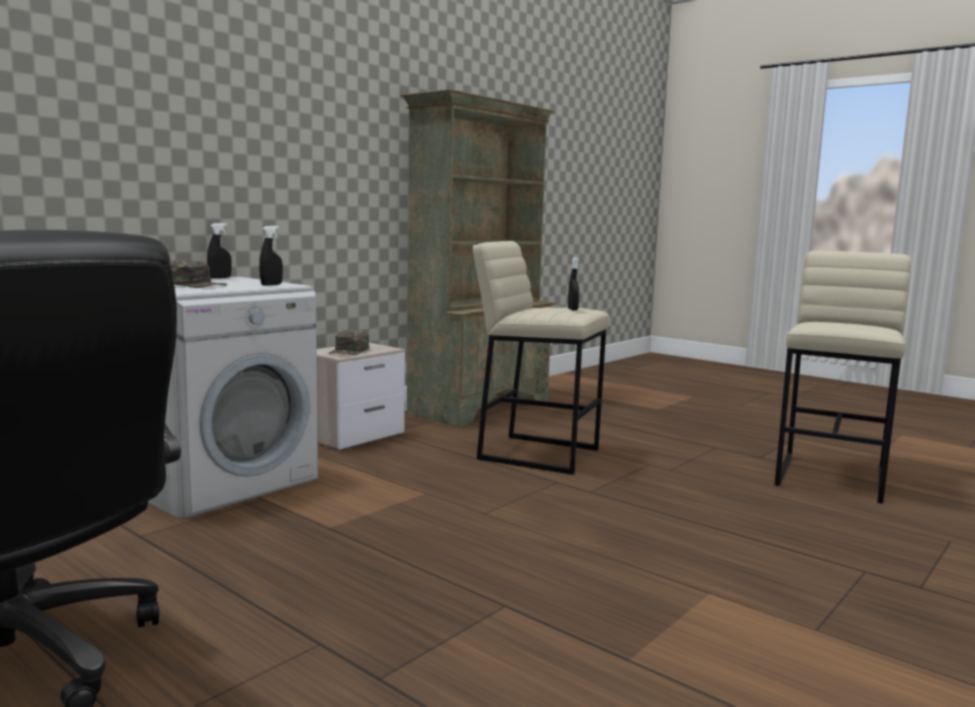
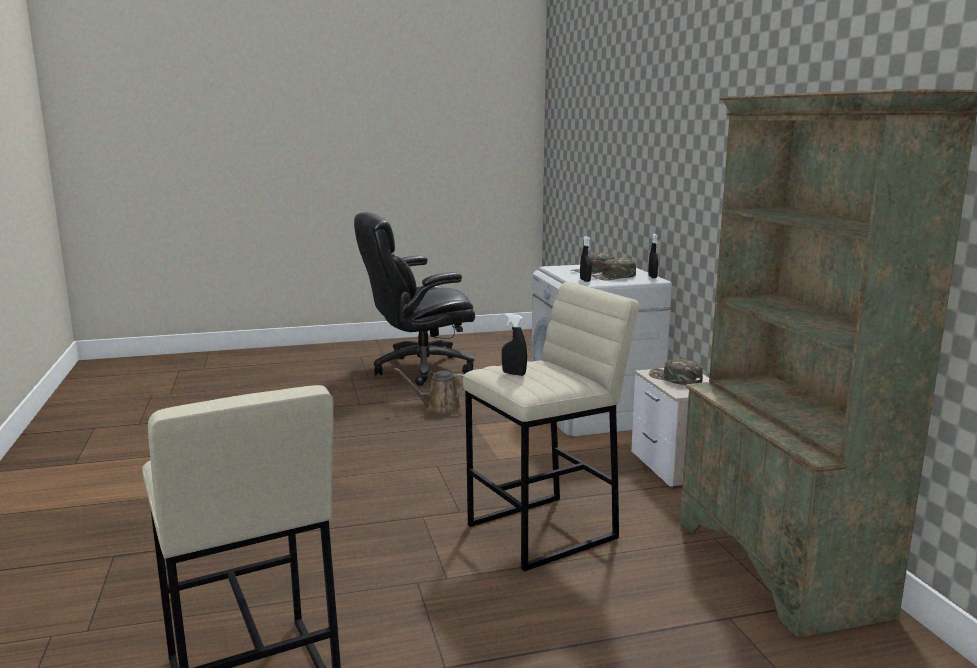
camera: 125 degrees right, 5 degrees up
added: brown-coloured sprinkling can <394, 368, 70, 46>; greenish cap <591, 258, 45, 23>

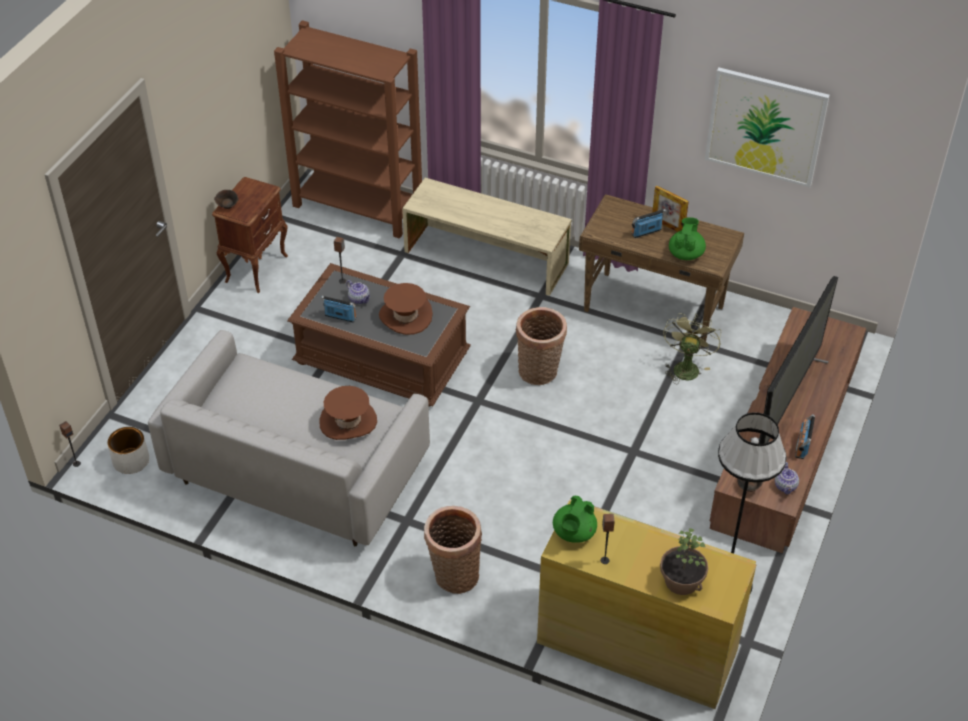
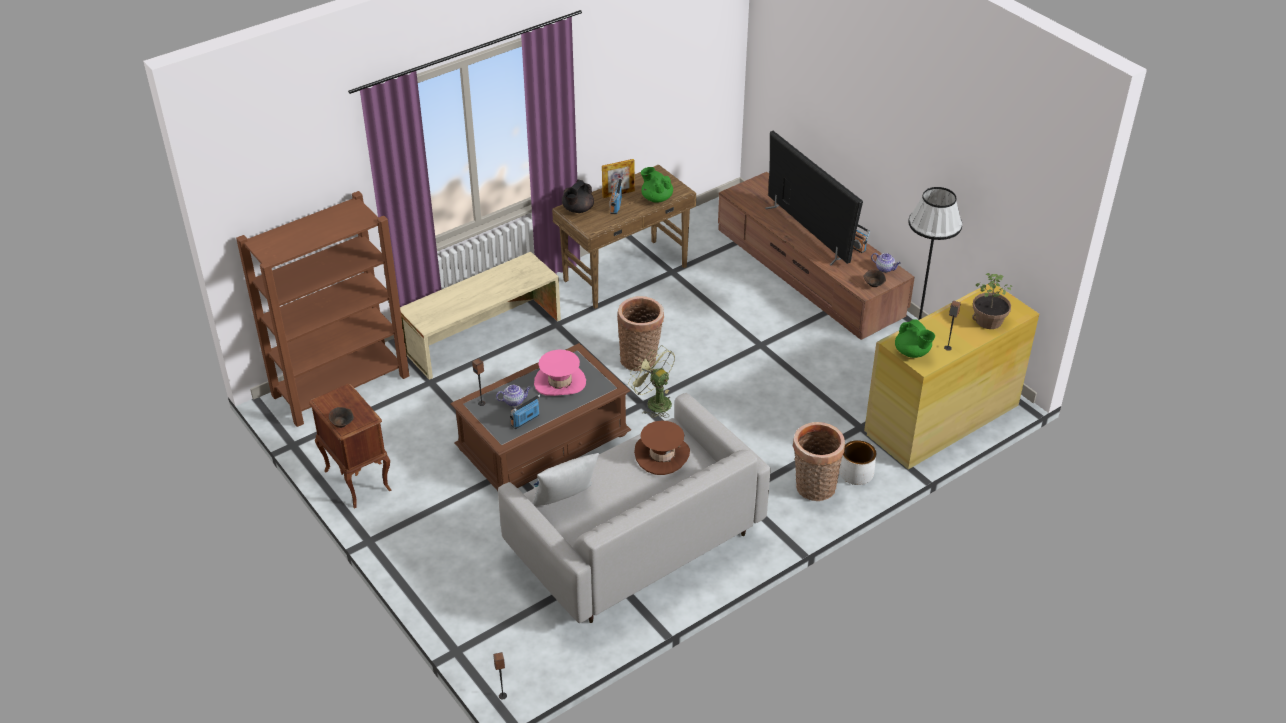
camera: 60 degrees left, 5 degrees down
removed: wall art <705, 67, 125, 121>
added: gray cushion <533, 453, 66, 53>; blackish tea pot <562, 180, 32, 33>
moved: white planter <107, 427, 42, 47> to <839, 440, 38, 45>; greenish fan <663, 313, 58, 71> to <628, 345, 47, 73>
recoloured: brown-coloured clothing hat <379, 283, 54, 52> to pink-coloured clothing hat <534, 350, 52, 46>

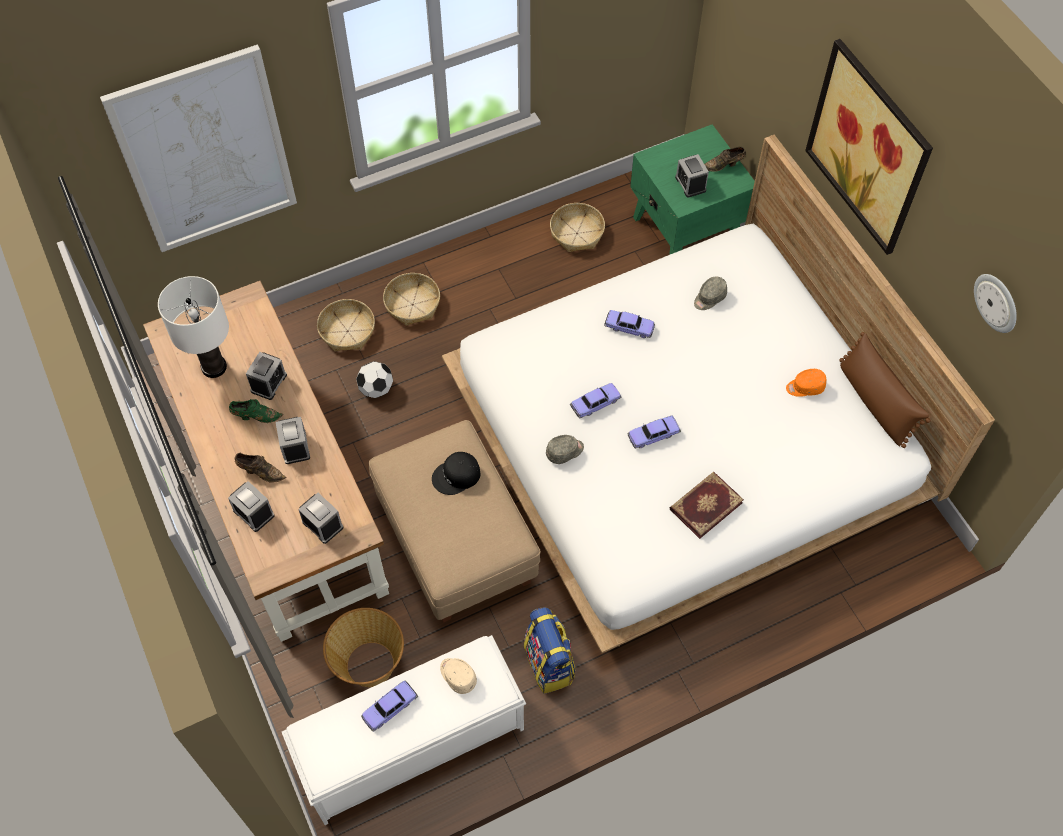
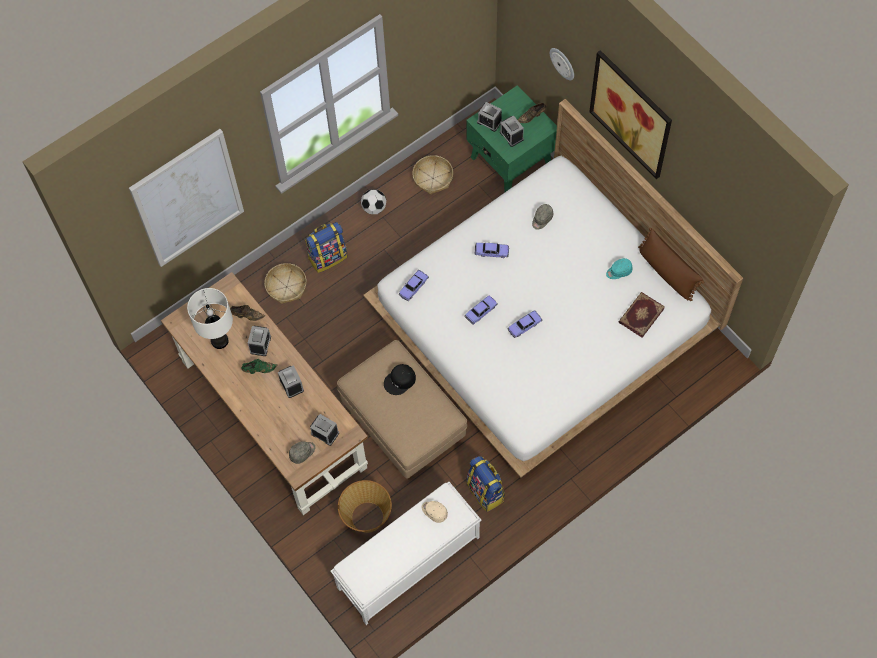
camera: 10 degrees left, 5 degrees up
moved: bedside clock <228, 481, 47, 51> to <477, 102, 25, 30>; brown-coloured item of footwear <234, 453, 53, 29> to <230, 305, 35, 16>; football <356, 361, 37, 37> to <361, 189, 25, 25>; toy car <361, 681, 57, 51> to <398, 270, 31, 31>; gray cap <546, 435, 38, 29> to <289, 441, 26, 23>; book <670, 472, 74, 67> to <618, 292, 47, 46>; clock on the wall <974, 274, 43, 59> to <550, 48, 24, 32>
replaced: household basket <383, 273, 57, 53> to rucksack <305, 222, 43, 51>
recoloured: orange-coloured cap <786, 369, 40, 28> to turquoise-coloured cap <606, 258, 26, 21>

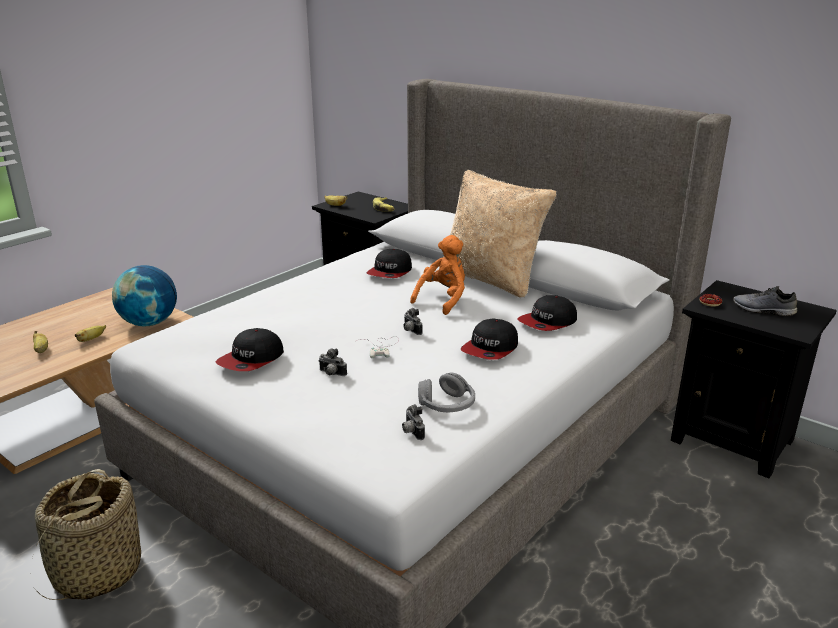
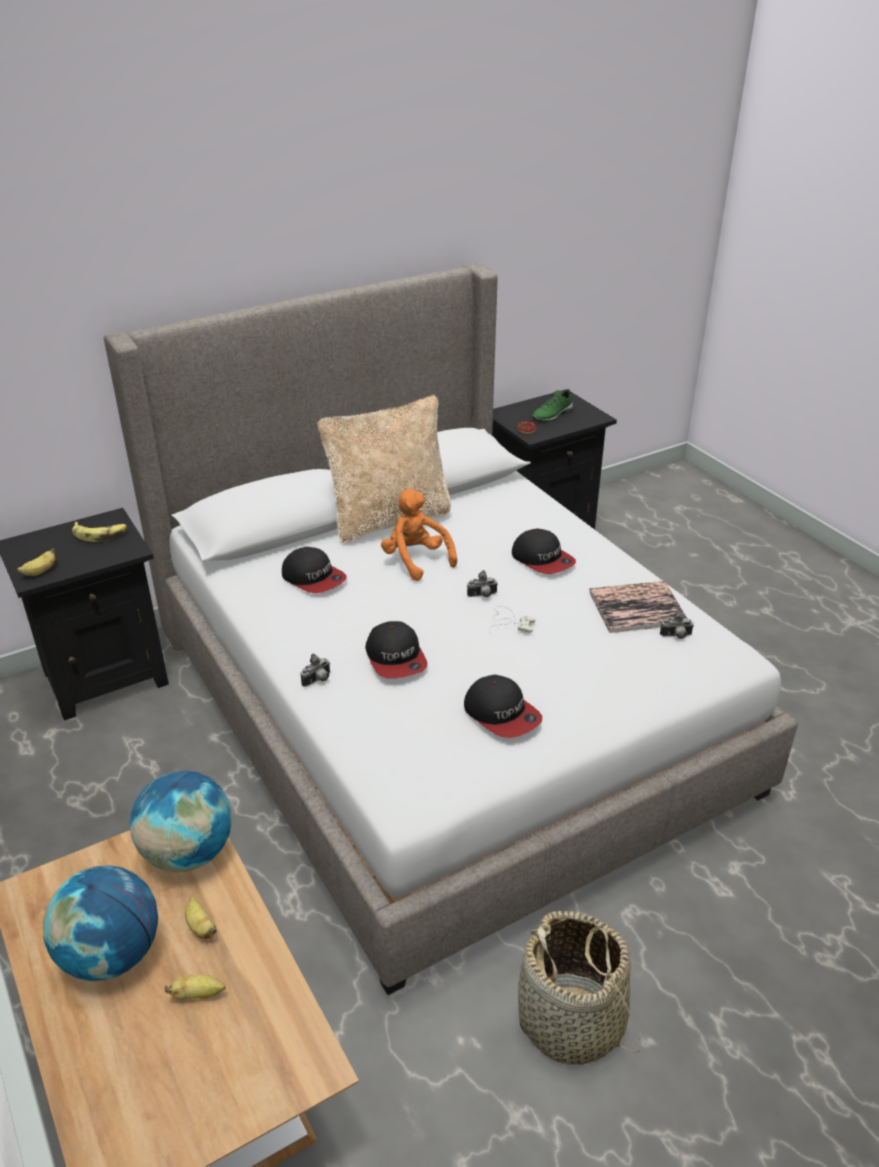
camera: 70 degrees left, 10 degrees up
added: world globe <43, 865, 115, 116>
moved: still camera <318, 348, 29, 28> to <301, 653, 29, 34>; cap <517, 295, 60, 36> to <365, 621, 62, 57>
replaced: gray headset <418, 373, 57, 39> to book <589, 581, 98, 52>
recoloured: gray item of footwear <733, 286, 64, 30> to greenish item of footwear <532, 389, 41, 32>

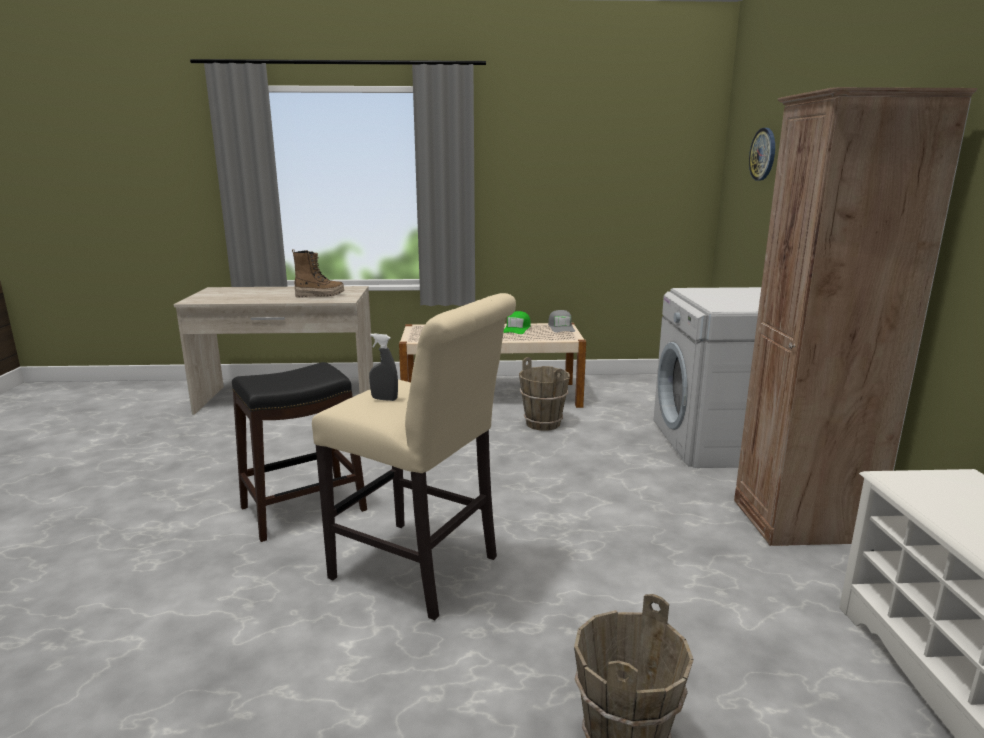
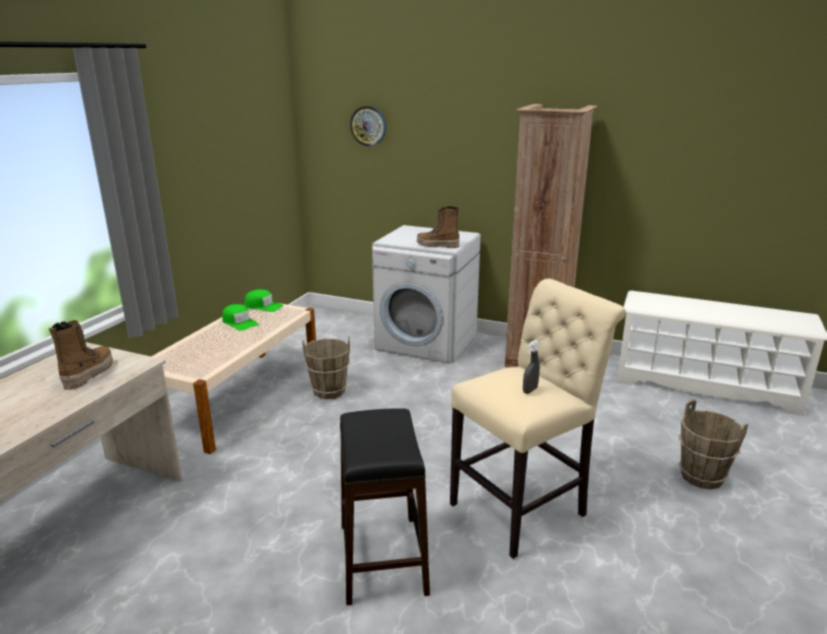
camera: 65 degrees left, 5 degrees up
added: boot <417, 205, 43, 43>
recoloured: gray cap <548, 310, 27, 23> to greenish cap <244, 289, 40, 23>

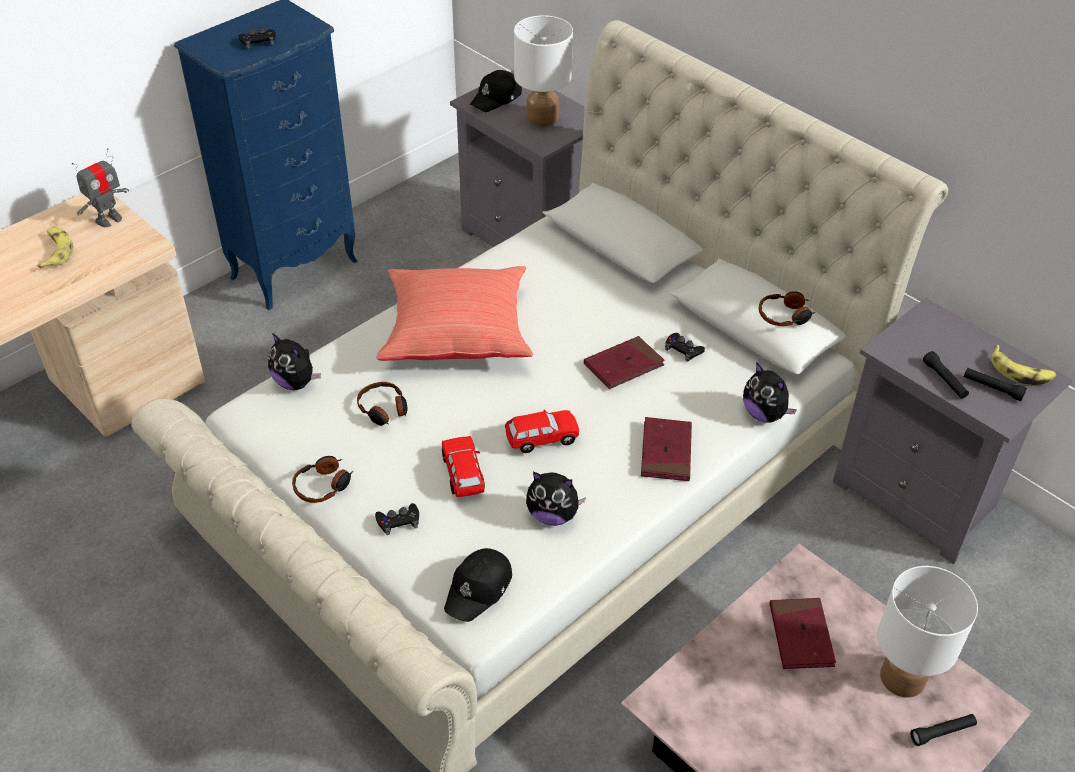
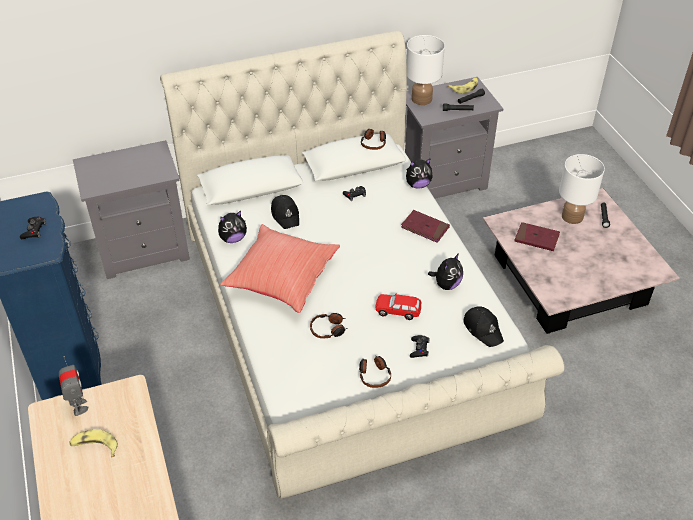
camera: 65 degrees left, 0 degrees up
removed: red-coloured toy car <505, 410, 74, 43>; red-coloured book <584, 336, 81, 53>
moved: cuddly toy <268, 333, 53, 57> to <218, 211, 29, 32>; blackish cap <470, 70, 52, 42> to <271, 195, 28, 34>; white lamp for a table <514, 15, 59, 112> to <406, 35, 39, 70>

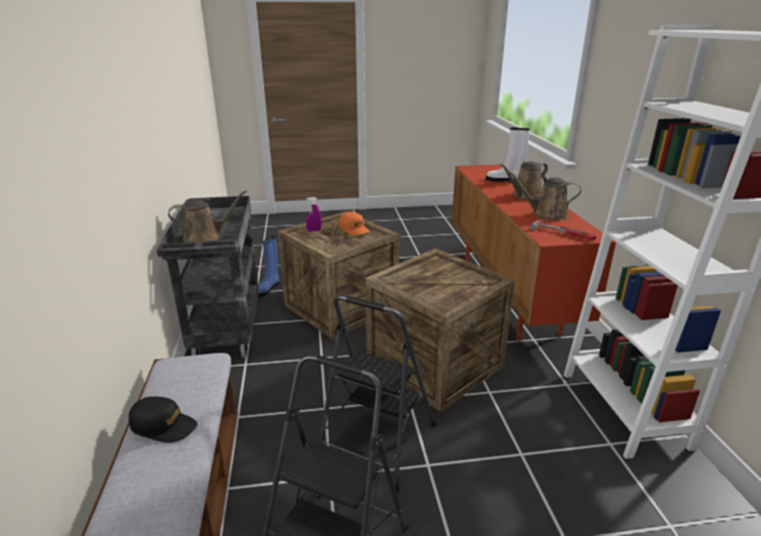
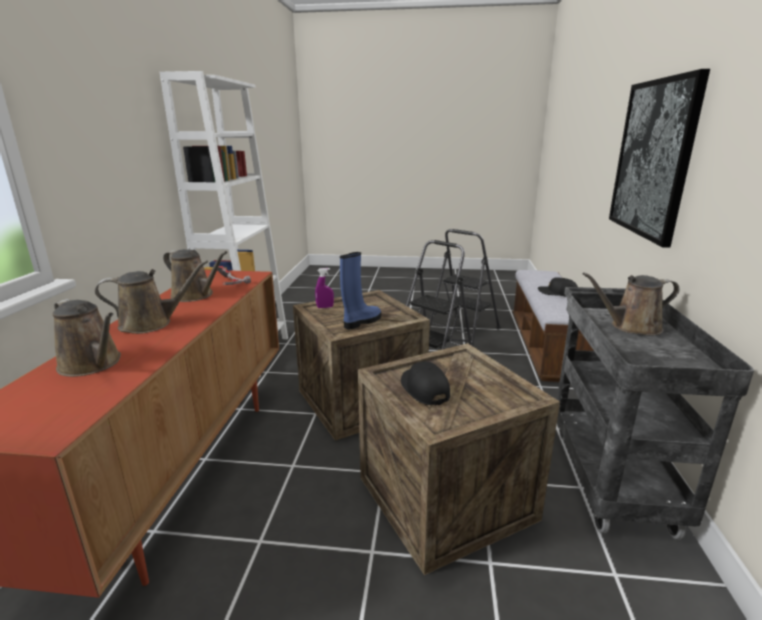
camera: 165 degrees left, 5 degrees down
added: wall art <609, 69, 101, 179>
moved: blue boot <258, 236, 22, 61> to <340, 252, 41, 77>; purple-coloured hand sprayer <306, 197, 15, 35> to <315, 268, 19, 40>
replaced: white boot <486, 128, 44, 54> to brown-coloured sprinkling can <53, 299, 68, 78>
recoloured: orange-coloured cap <339, 212, 31, 23> to blackish cap <401, 361, 49, 45>

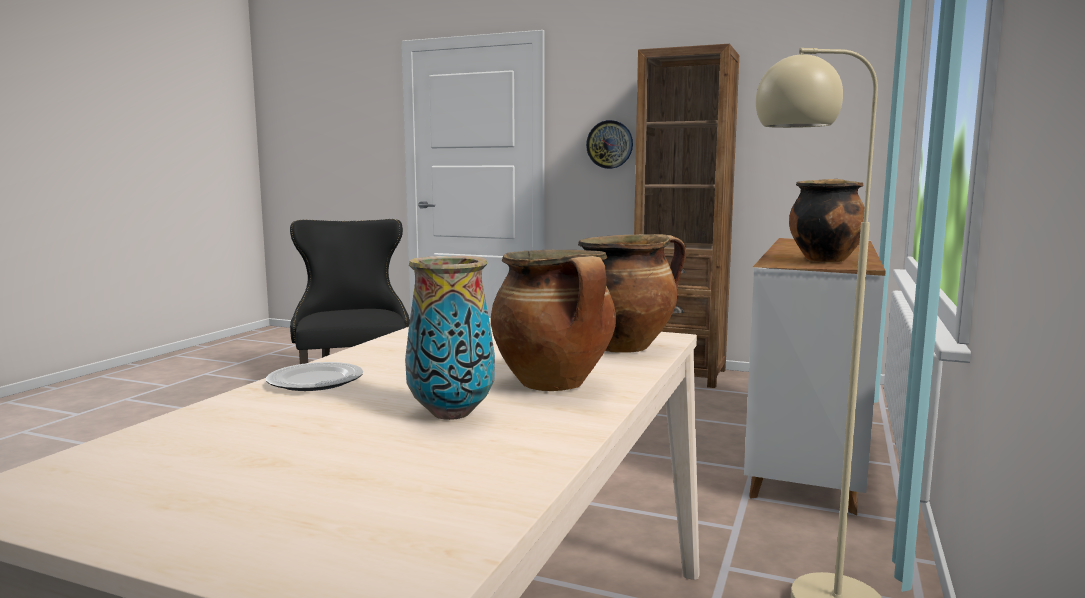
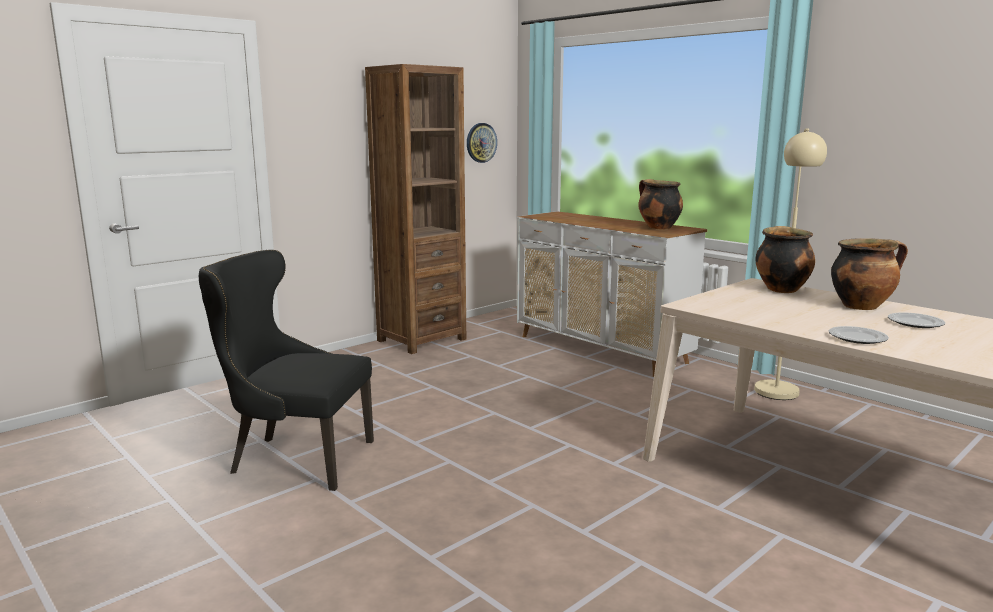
camera: 65 degrees left, 5 degrees up
moved: clock on the wall <586, 120, 47, 49> to <467, 123, 30, 40>
replaced: vase <405, 256, 90, 164> to dinner plate <888, 312, 57, 16>

